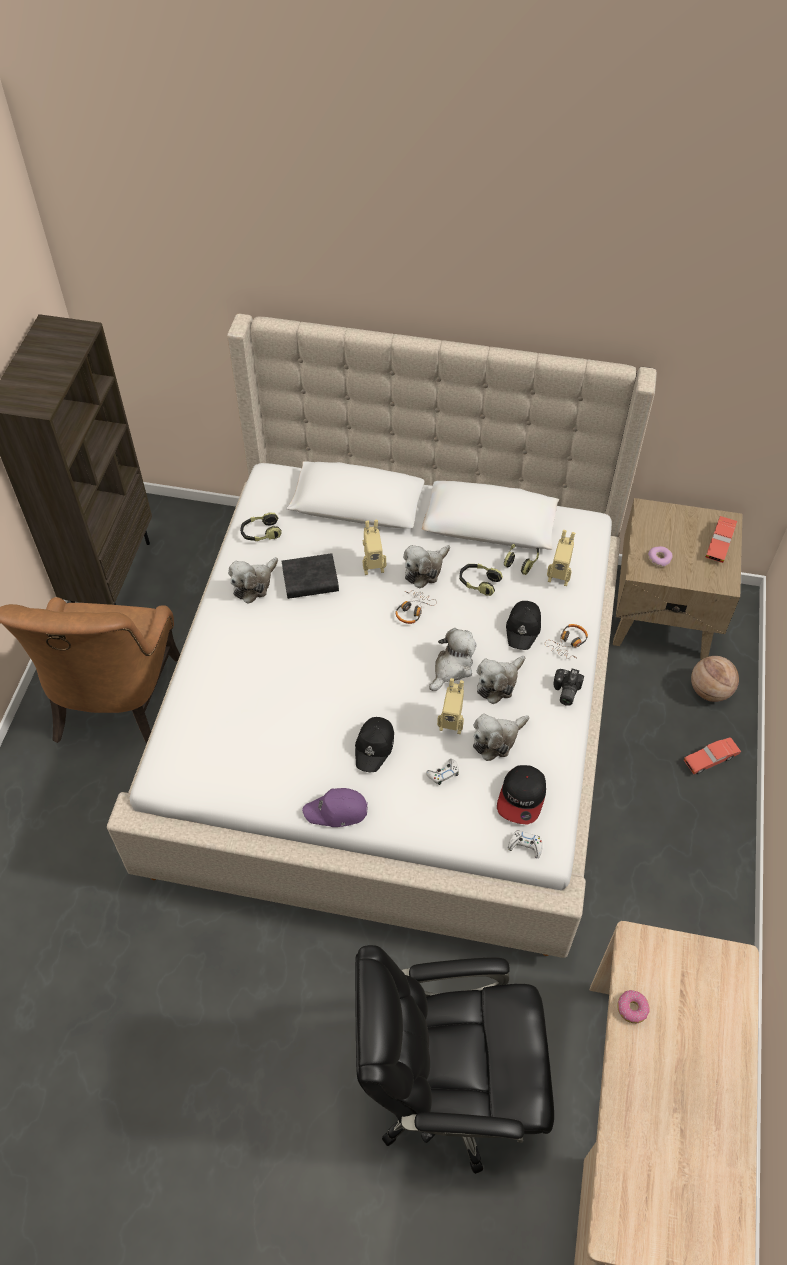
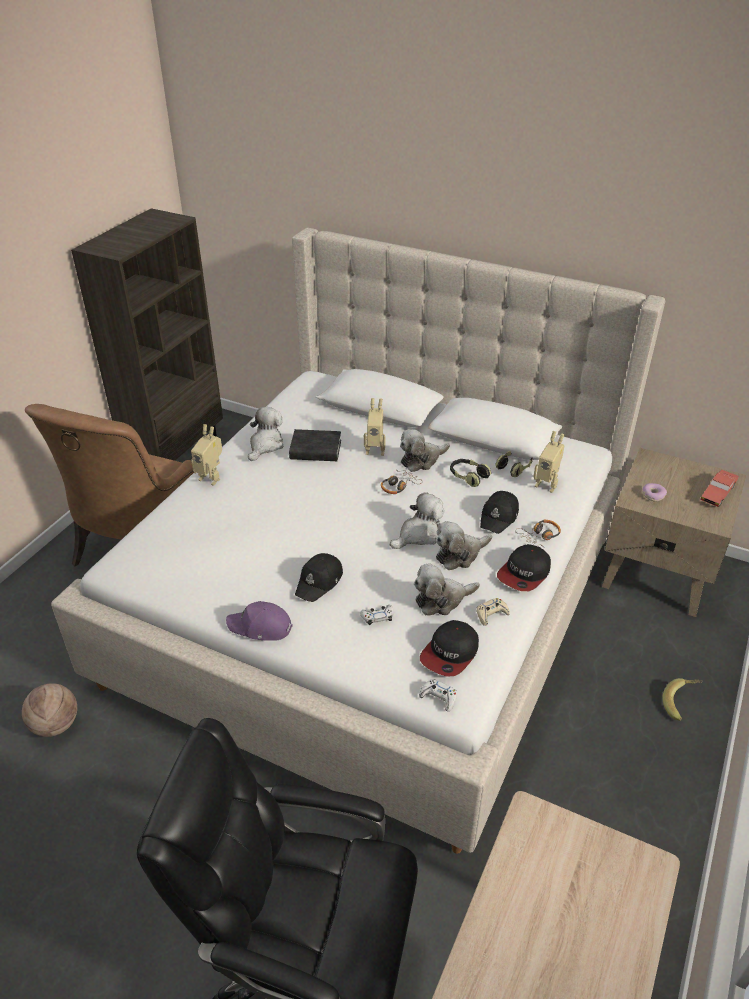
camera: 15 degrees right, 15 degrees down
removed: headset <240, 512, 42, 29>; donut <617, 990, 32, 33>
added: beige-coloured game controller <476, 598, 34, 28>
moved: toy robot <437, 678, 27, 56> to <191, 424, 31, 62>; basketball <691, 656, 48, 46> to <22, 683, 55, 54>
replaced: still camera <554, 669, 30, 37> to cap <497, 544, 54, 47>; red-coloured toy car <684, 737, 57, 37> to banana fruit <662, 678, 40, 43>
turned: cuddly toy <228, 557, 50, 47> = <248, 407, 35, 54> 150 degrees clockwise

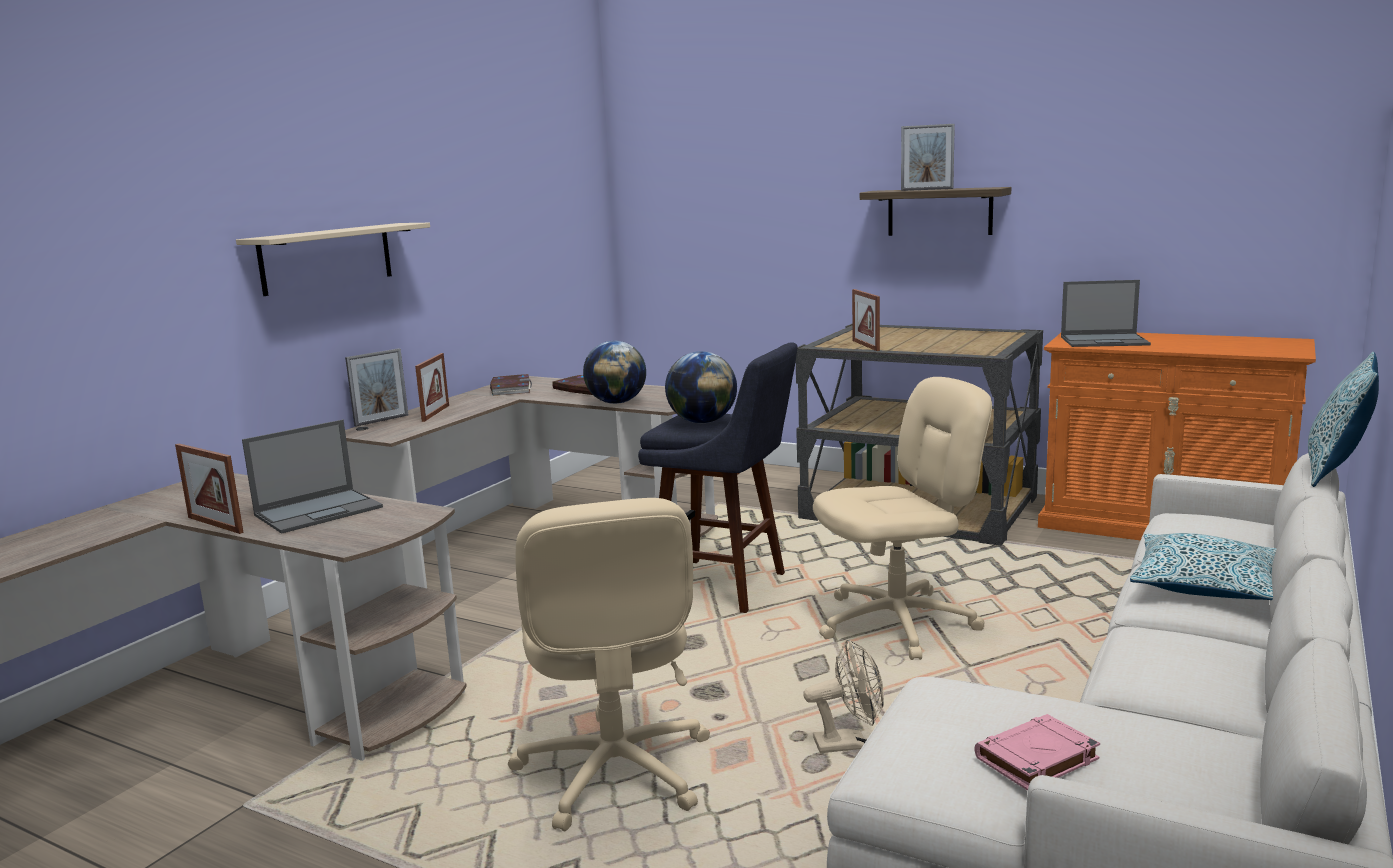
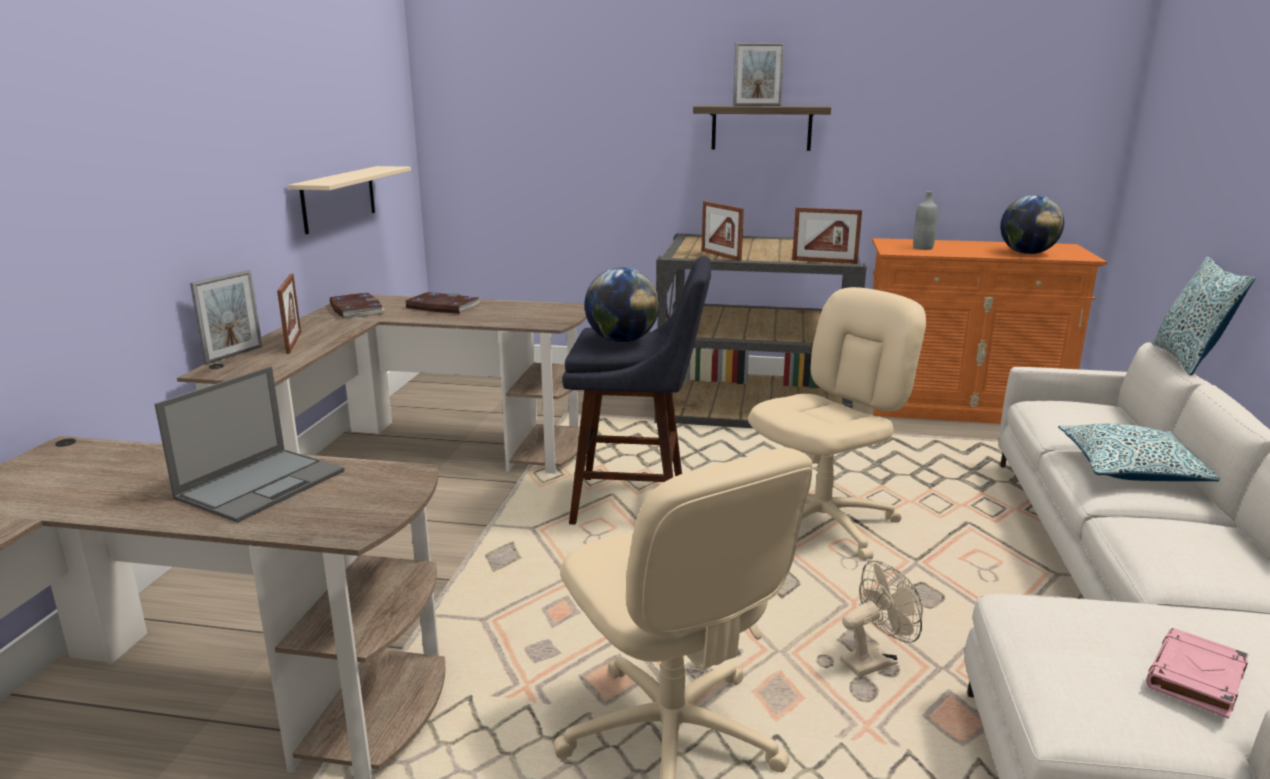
camera: 20 degrees left, 5 degrees up
moved: picture frame <175, 444, 69, 90> to <792, 207, 70, 57>; beige-coloured wall shelf <236, 223, 194, 73> to <288, 166, 123, 68>; world globe <583, 341, 63, 63> to <1000, 195, 64, 59>
replaced: laptop <1061, 280, 90, 67> to gray drink bottle <913, 191, 25, 59>

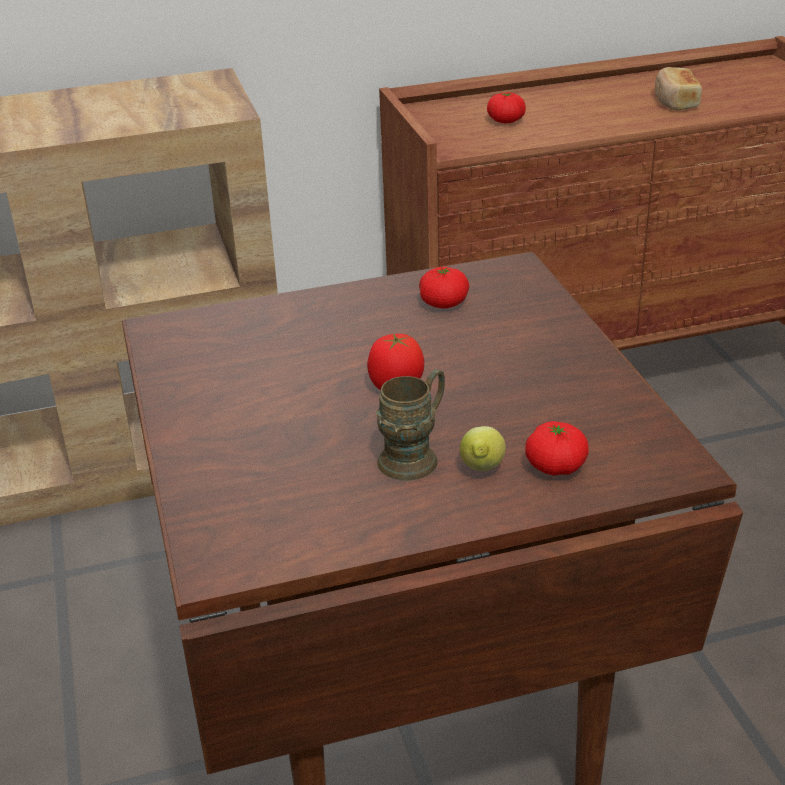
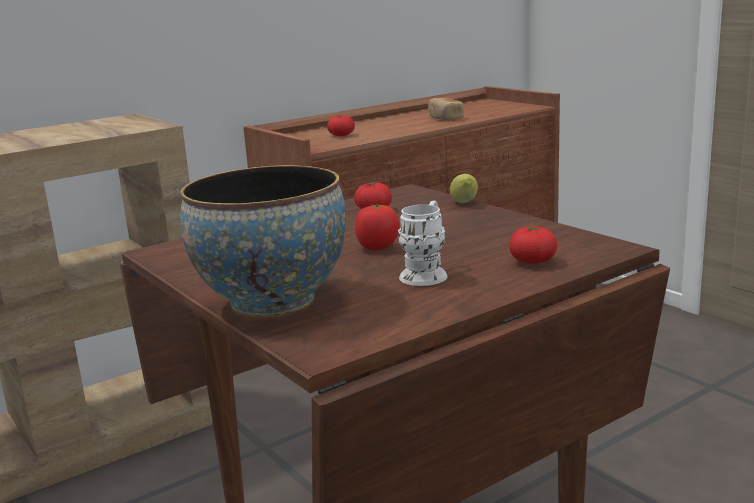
camera: 20 degrees left, 15 degrees down
added: serving bowl <180, 165, 166, 152>
moved: whole lemon <460, 426, 46, 45> to <450, 174, 28, 29>
recoloured: brown-coloured tea mug <376, 369, 69, 111> to white tea mug <398, 201, 50, 85>

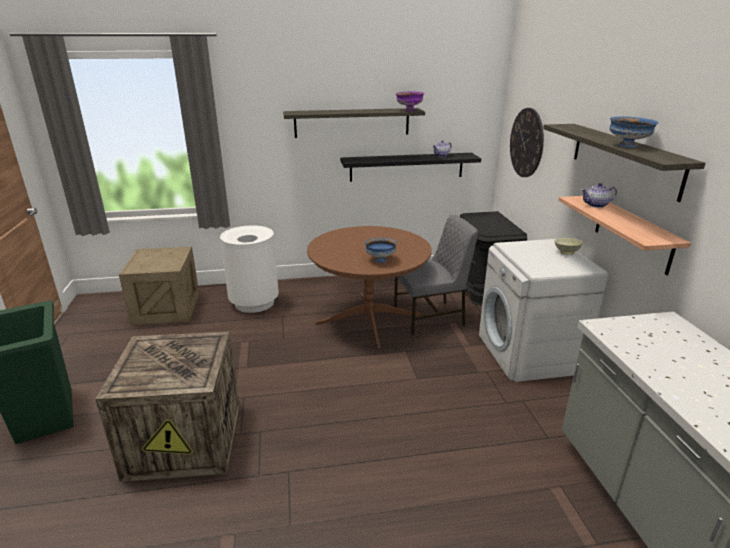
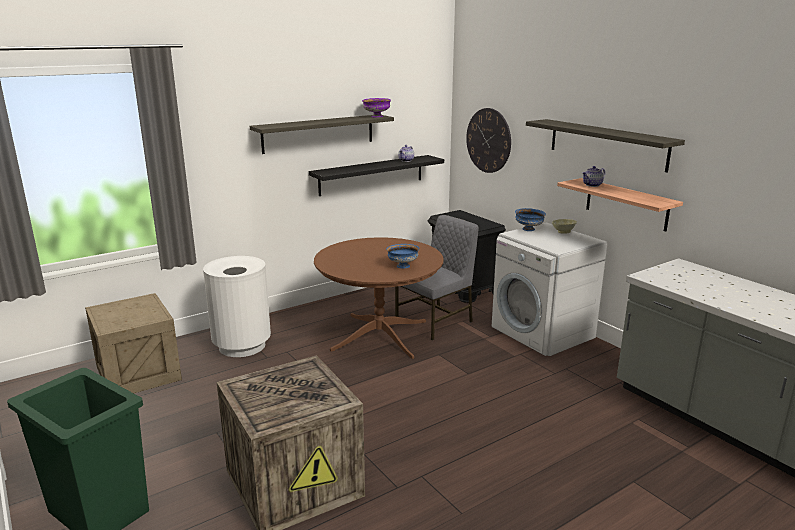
camera: 25 degrees left, 5 degrees down
moved: blue serving bowl <609, 116, 49, 31> to <515, 208, 31, 23>

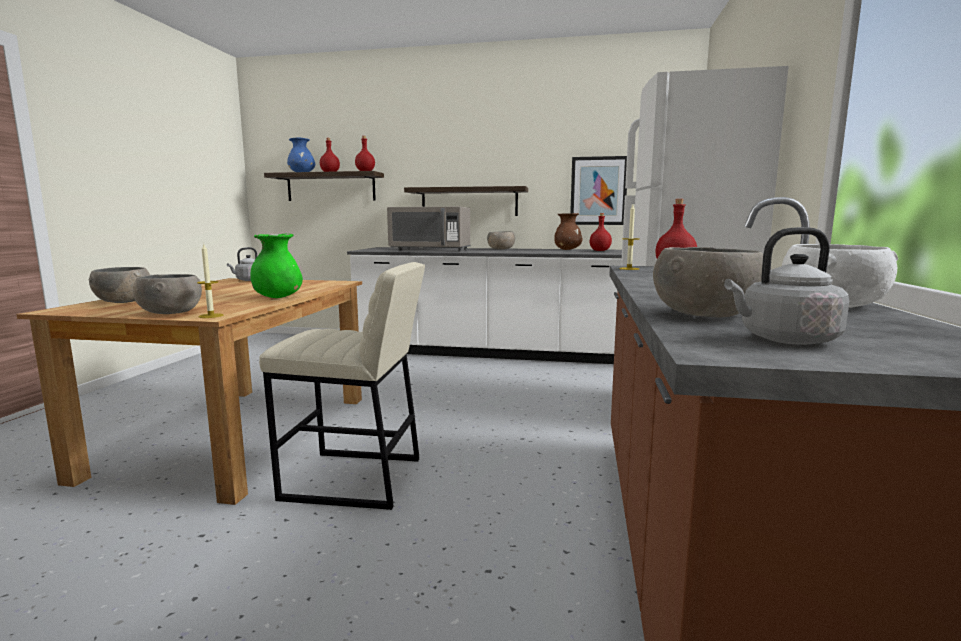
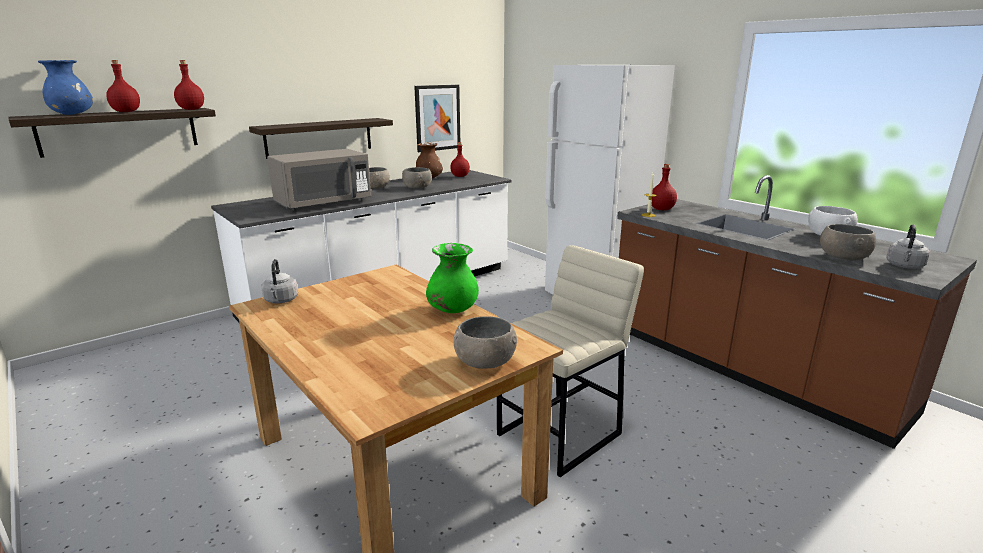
camera: 50 degrees left, 10 degrees up
removed: wax light <197, 244, 26, 74>
moved: gray serving bowl <89, 267, 61, 36> to <402, 167, 30, 22>

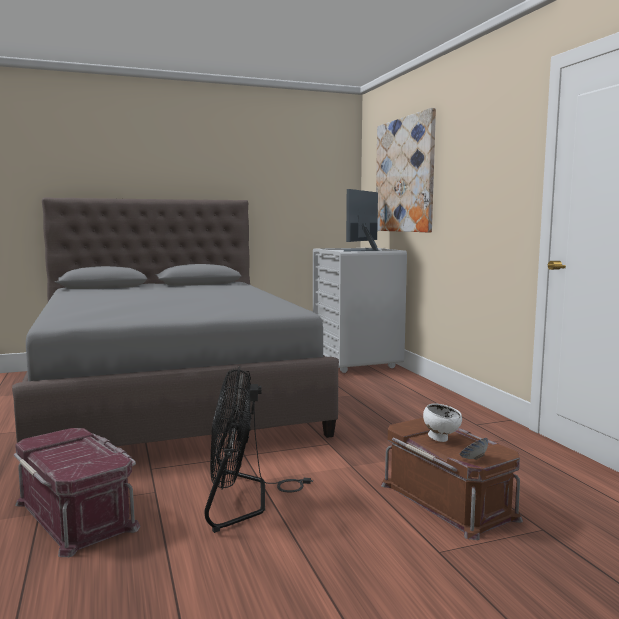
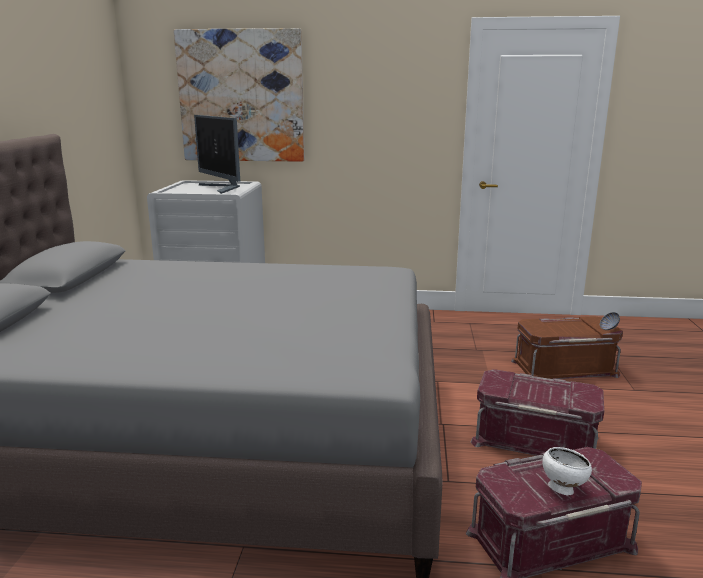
camera: 65 degrees left, 10 degrees up
moved: white serving bowl <423, 403, 39, 39> to <542, 447, 50, 48>
replaced: blackish fan <205, 367, 107, 166> to red-coloured storage bin <471, 369, 133, 87>

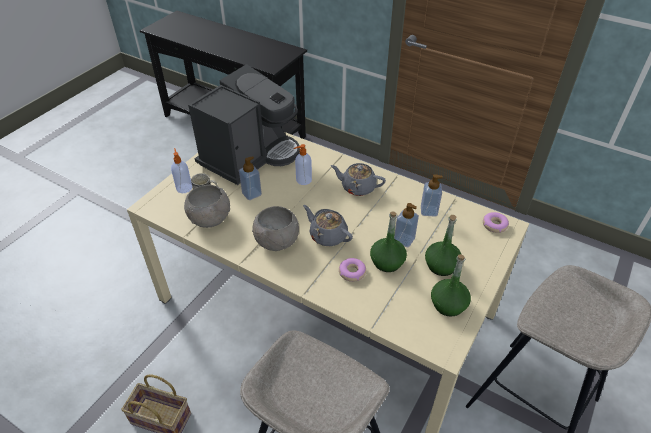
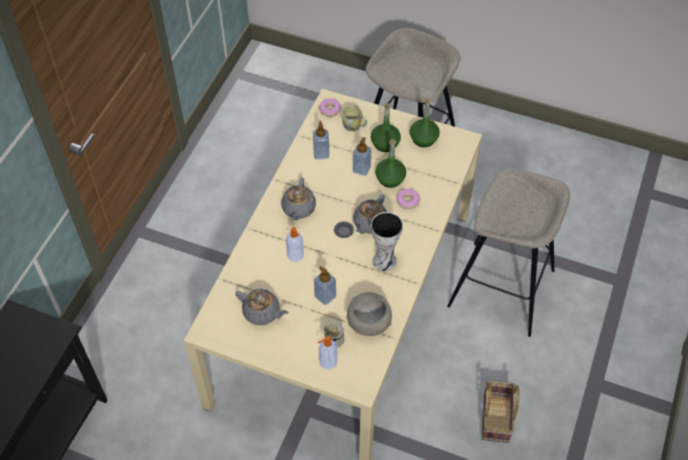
camera: 100 degrees left, 10 degrees up
added: tea mug <342, 106, 25, 25>
replaced: coffee maker <188, 64, 112, 121> to gray tea pot <235, 289, 54, 36>; gray serving bowl <252, 206, 47, 45> to vase <371, 212, 32, 59>

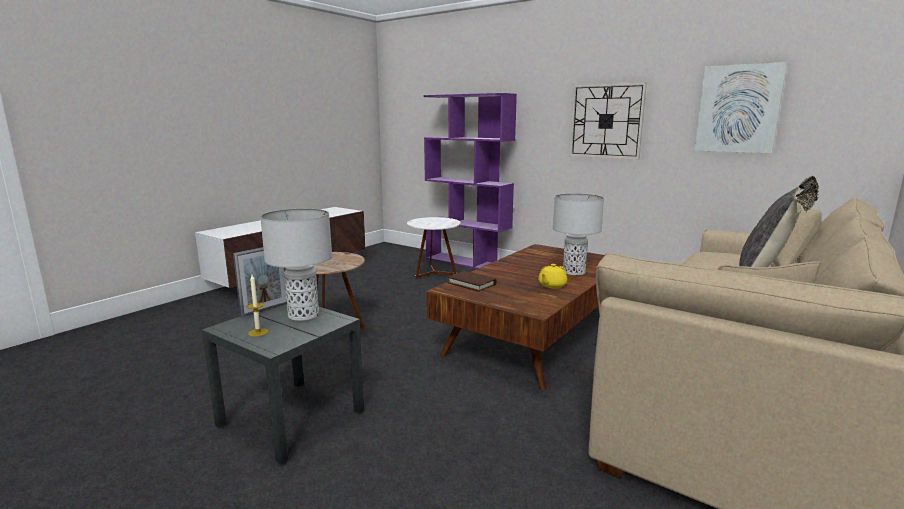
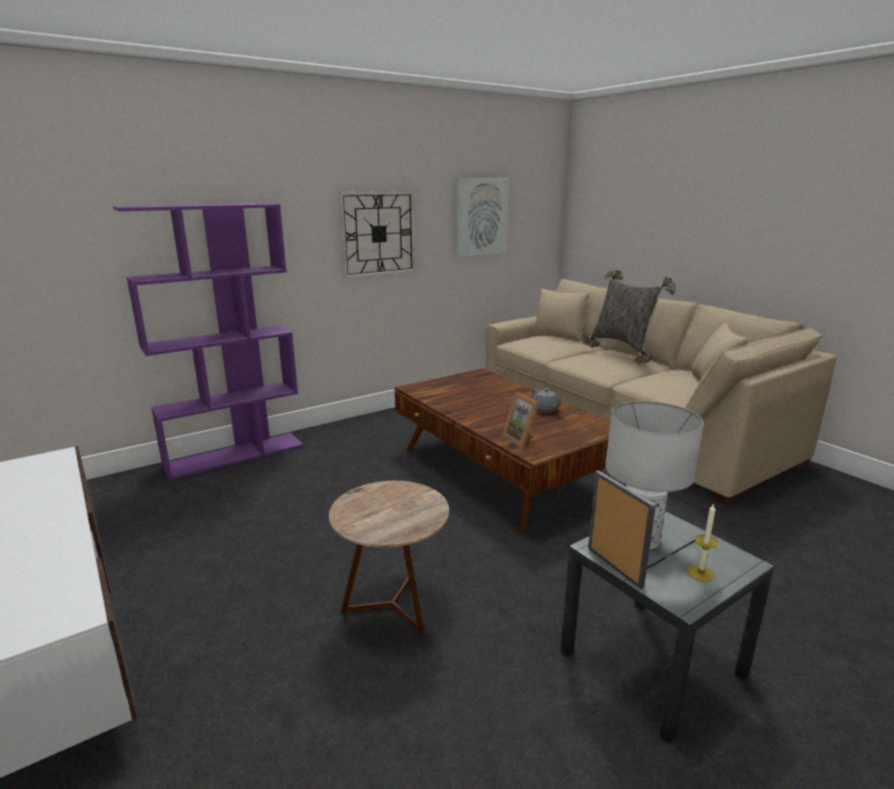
camera: 70 degrees left, 5 degrees up
removed: white accent table <407, 217, 54, 62>; white lamp for a table <553, 194, 51, 81>
replaced: brown-coloured book <448, 271, 48, 21> to picture frame <502, 392, 37, 56>
recoloured: yellow tea pot <538, 264, 29, 24> to gray tea pot <531, 388, 32, 25>

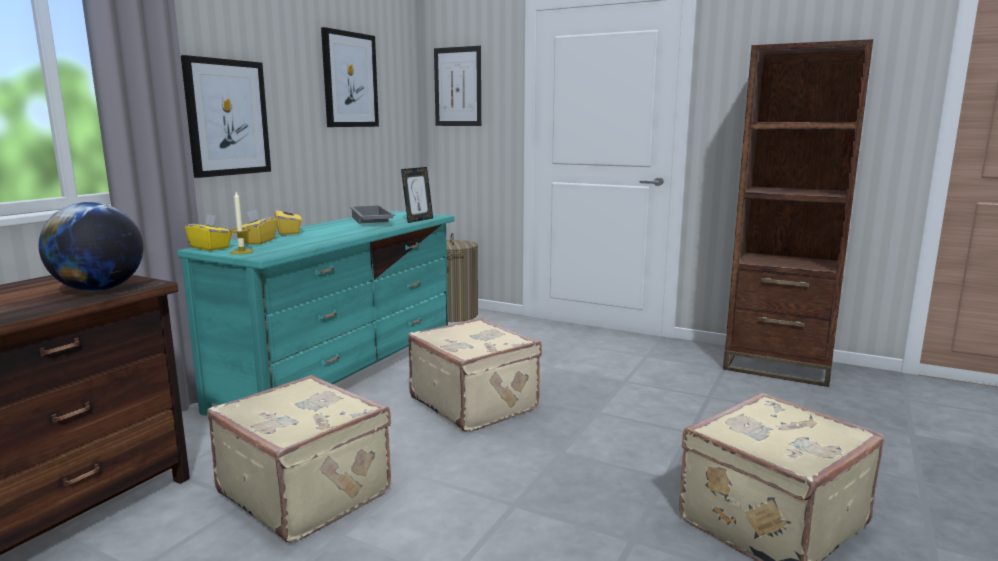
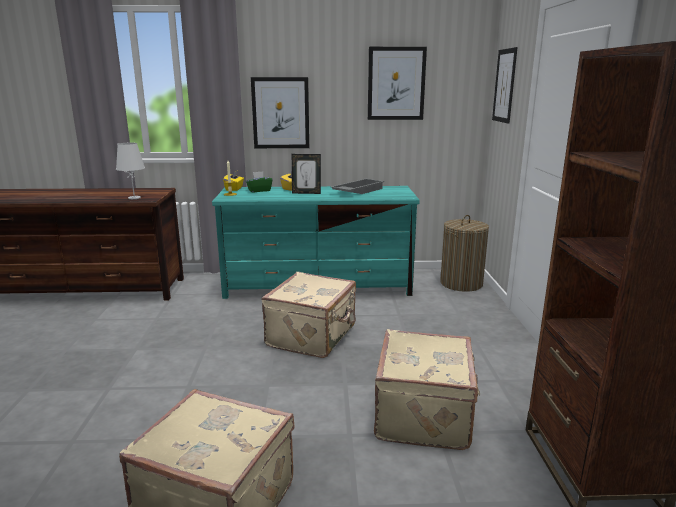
camera: 60 degrees right, 5 degrees up
moved: beige-coloured piece of luggage <207, 375, 184, 168> to <374, 329, 106, 121>; picture frame <401, 167, 32, 56> to <292, 154, 29, 40>
replaced: world globe <39, 202, 104, 89> to white lamp for a table <116, 143, 29, 56>
recoloured: yellow tissue box <236, 210, 41, 35> to greenish tissue box <246, 171, 27, 21>

